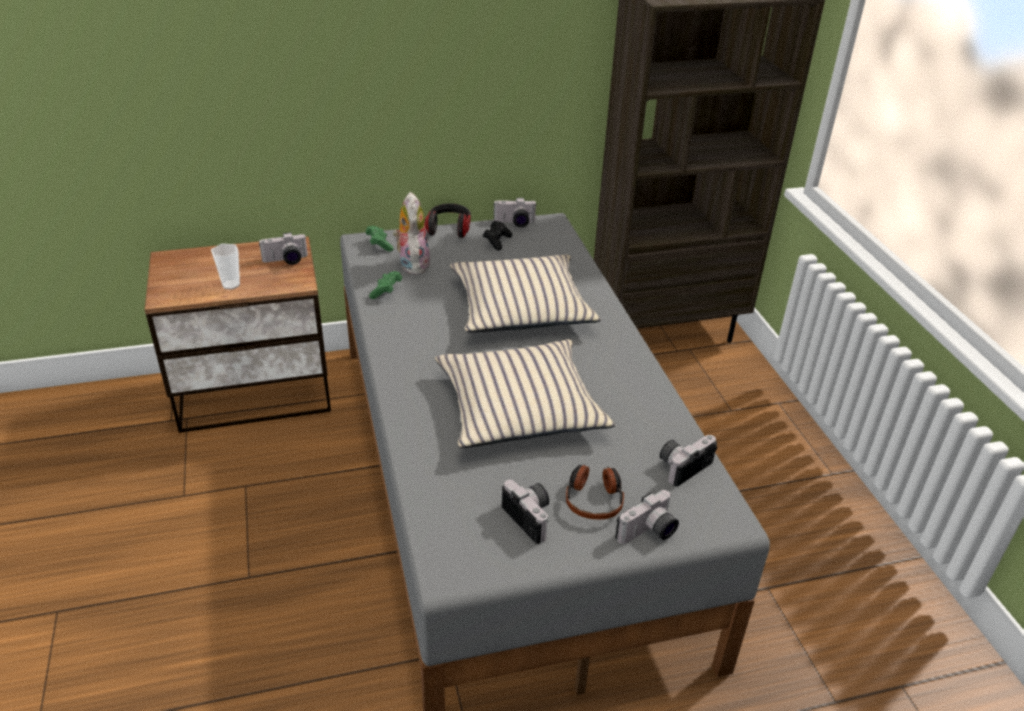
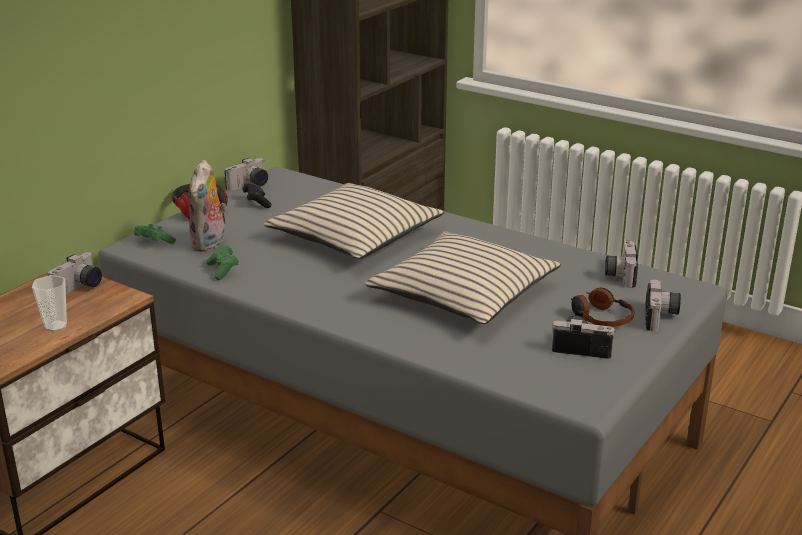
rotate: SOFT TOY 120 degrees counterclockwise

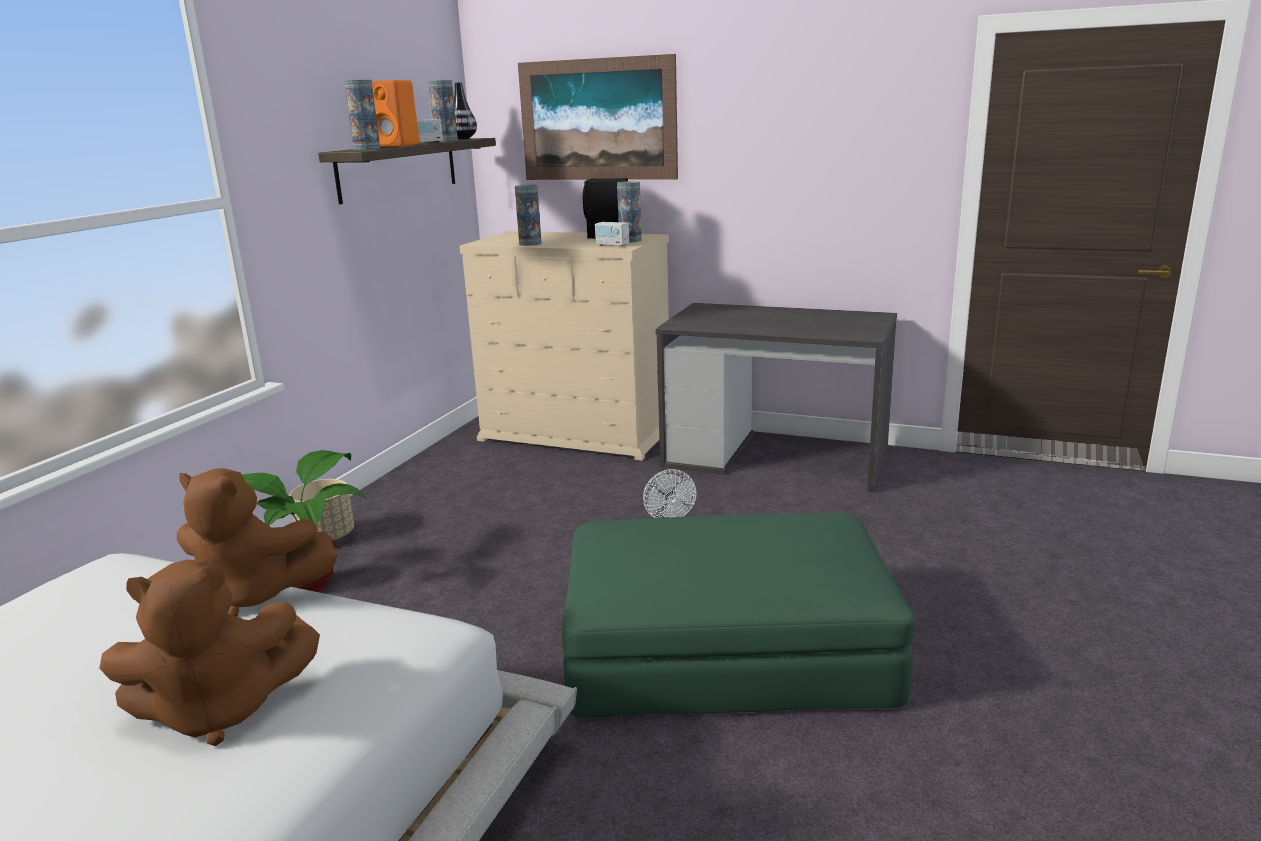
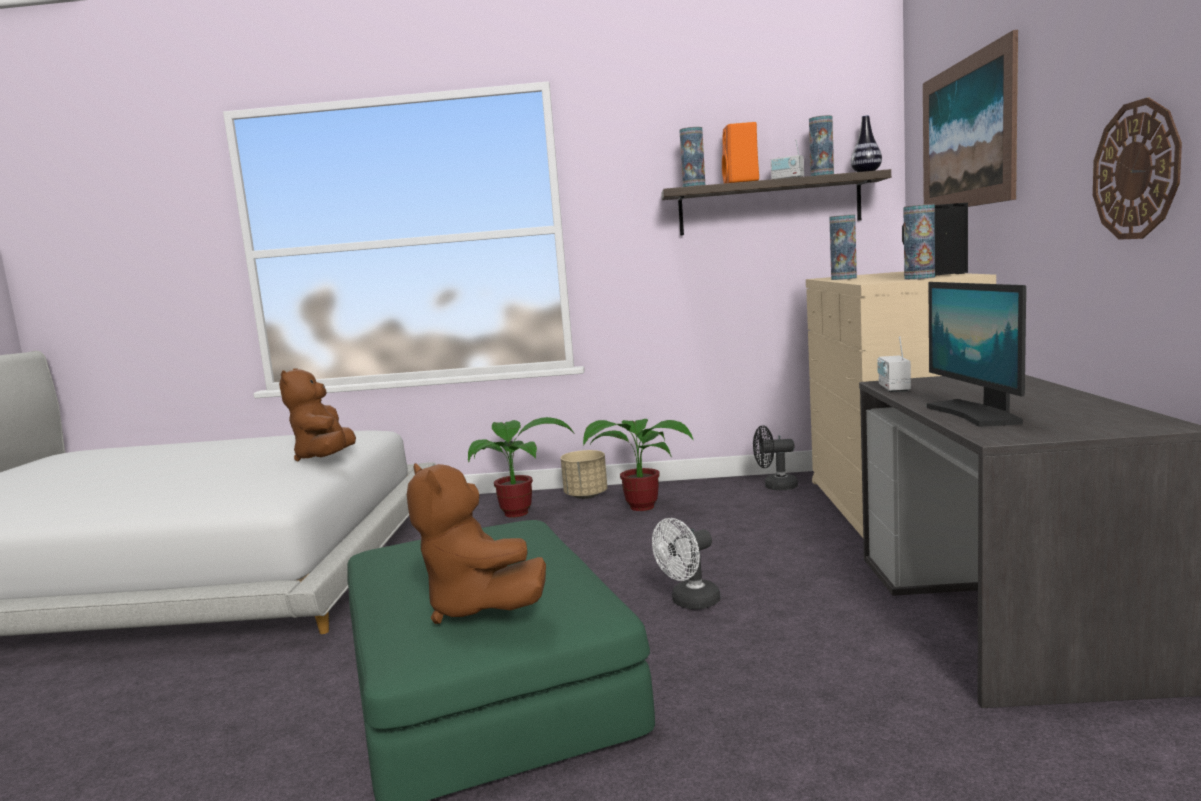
insert: HANGING CLOCK; COMPUTER DISPLAY; PLANT IN A POT (2nd from left); BLACK ELECTRIC FAN
move: RADIO SET (2nd from left); BROWN SOFT TOY (1st from left in the first image) to BROWN SOFT TOY (2nd from left)

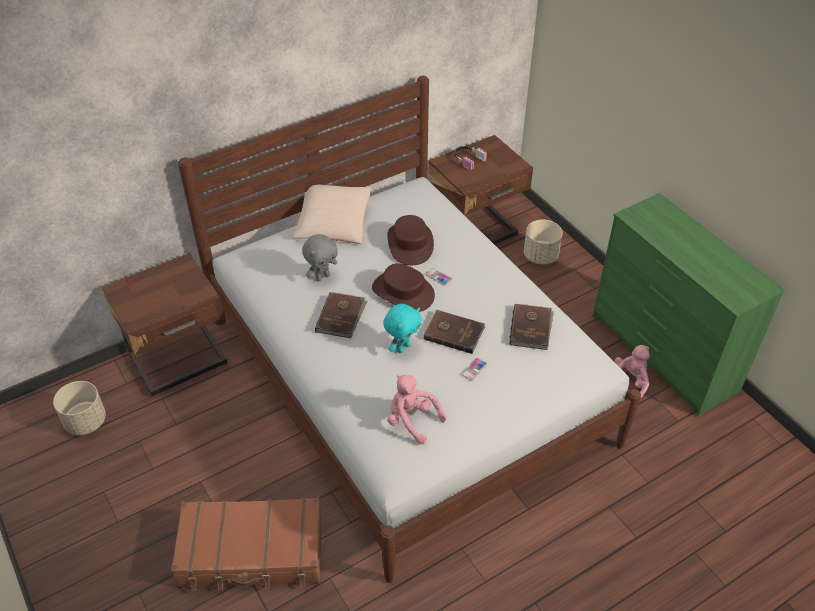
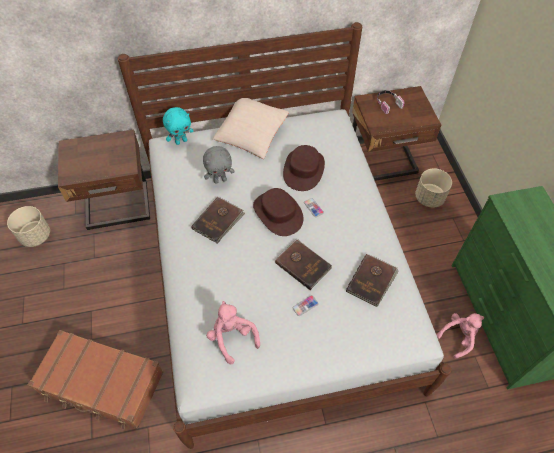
move: BLUE-GREEN SOFT TOY

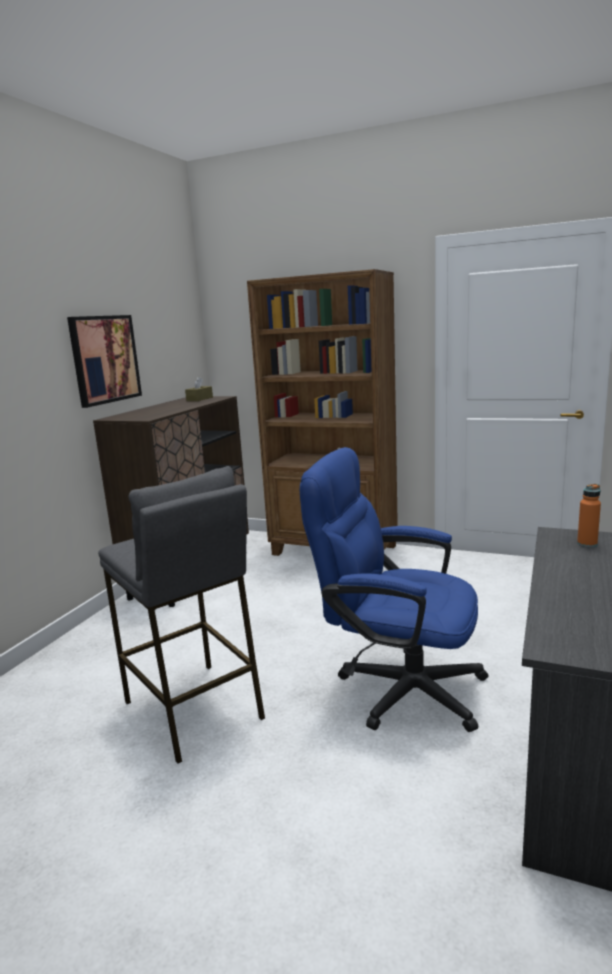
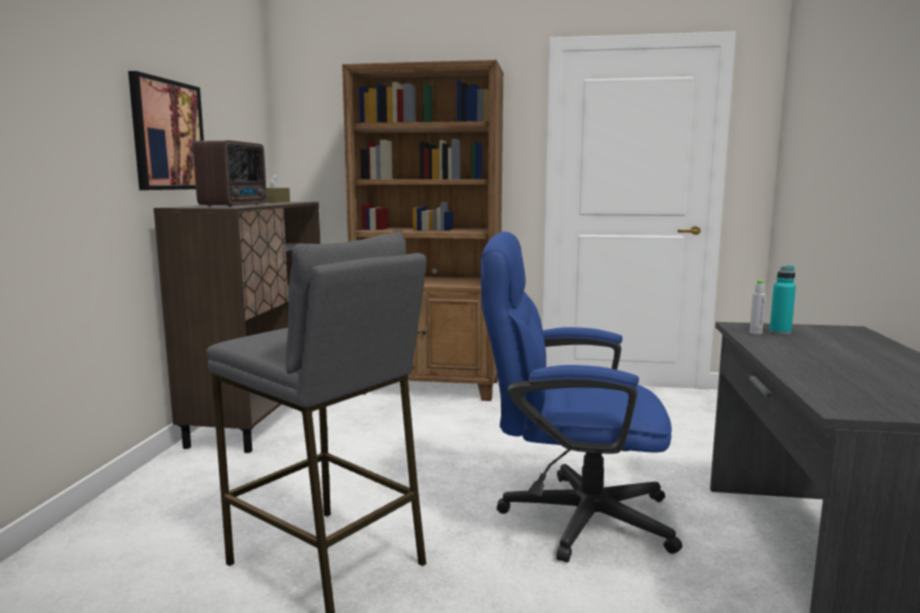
insert: RADIO SET; GREY DRINK BOTTLE
recolor: ORANGE DRINK BOTTLE to BLUE-GREEN DRINK BOTTLE

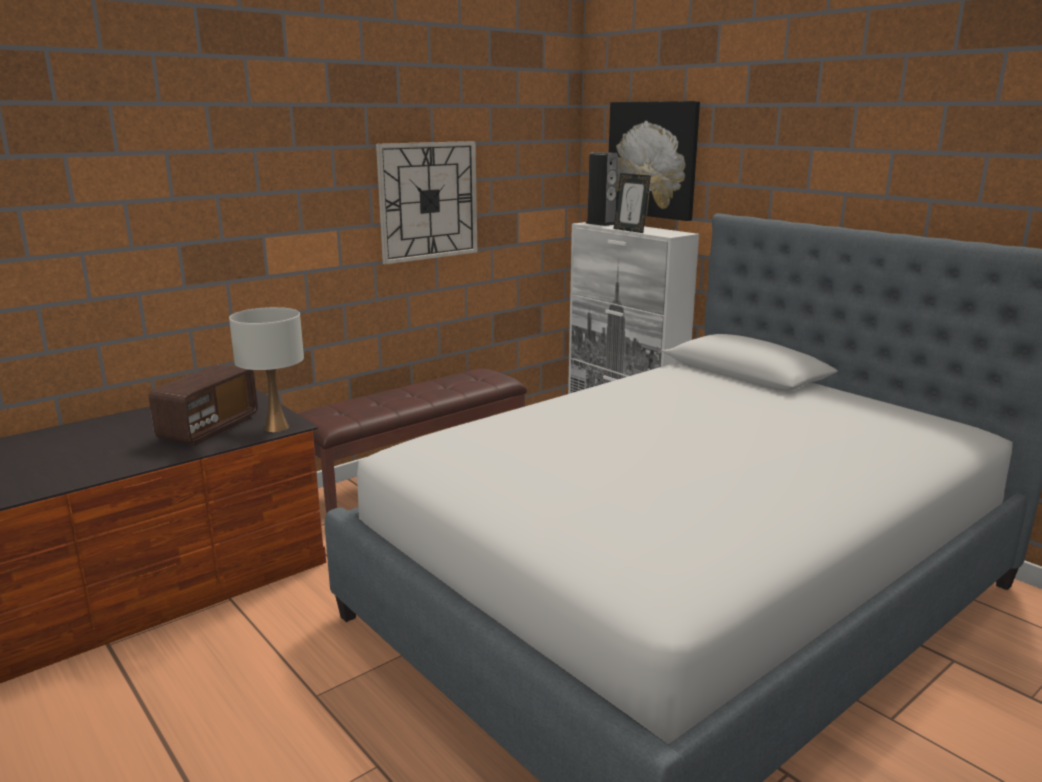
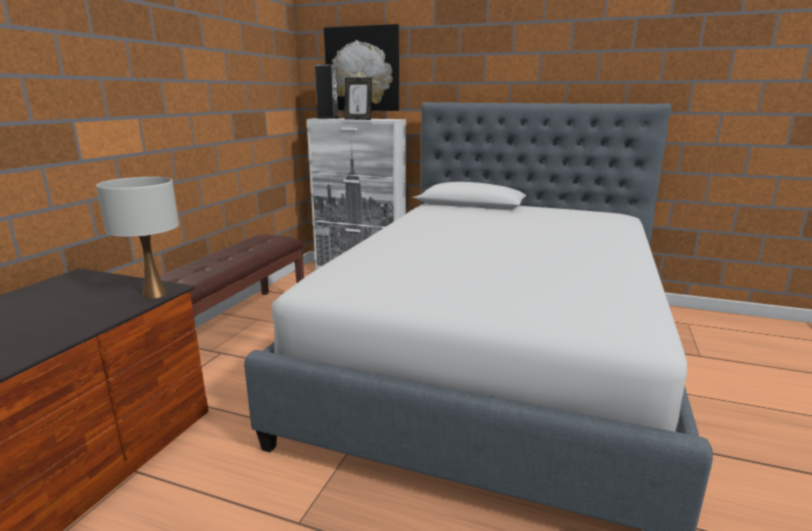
delete: HANGING CLOCK; RADIO SET

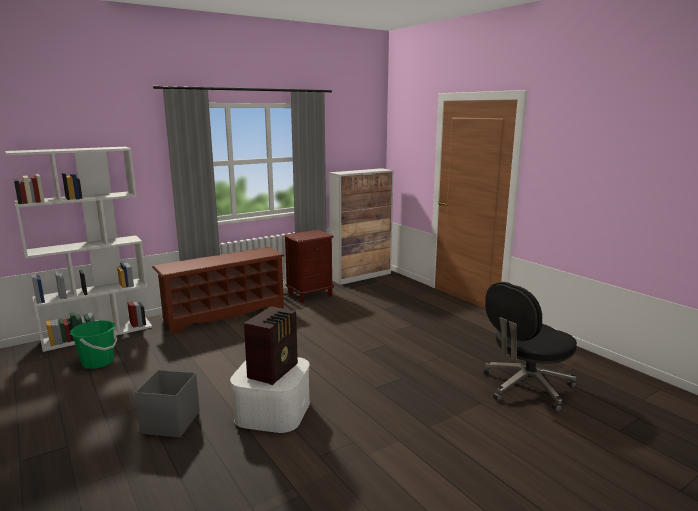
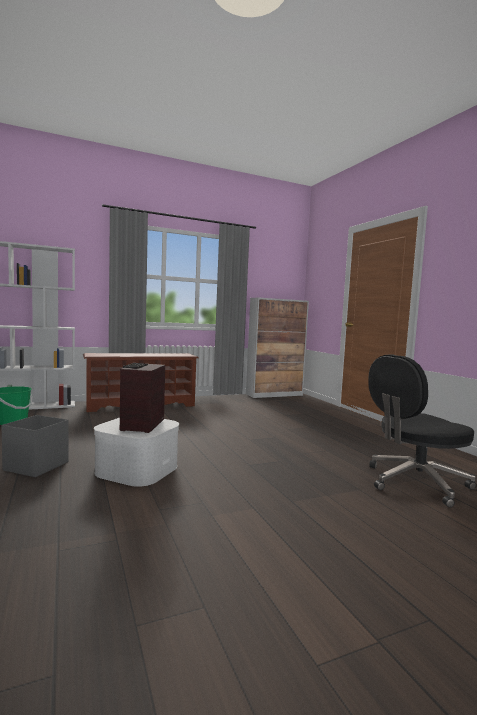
delete: BROWN NIGHT TABLE
rotate: RADIO SET 150 degrees clockwise

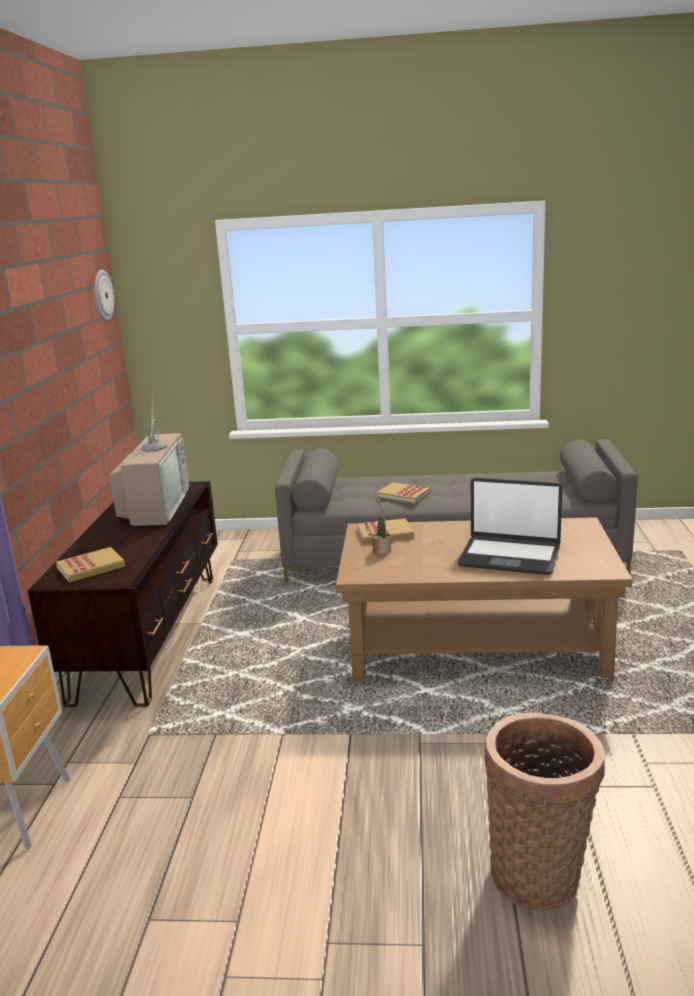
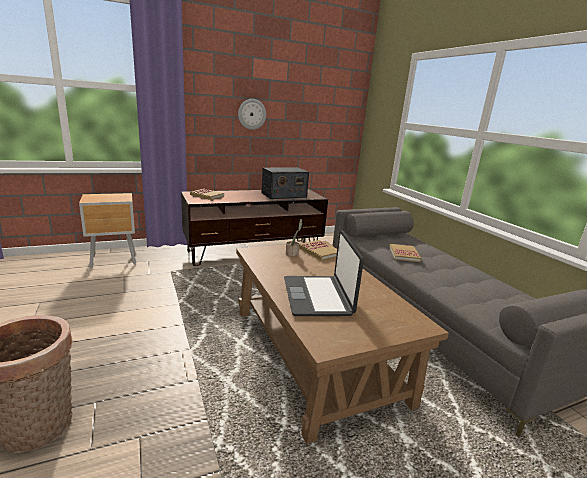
move: HANGING CLOCK
replace: TELEVISION to RADIO SET

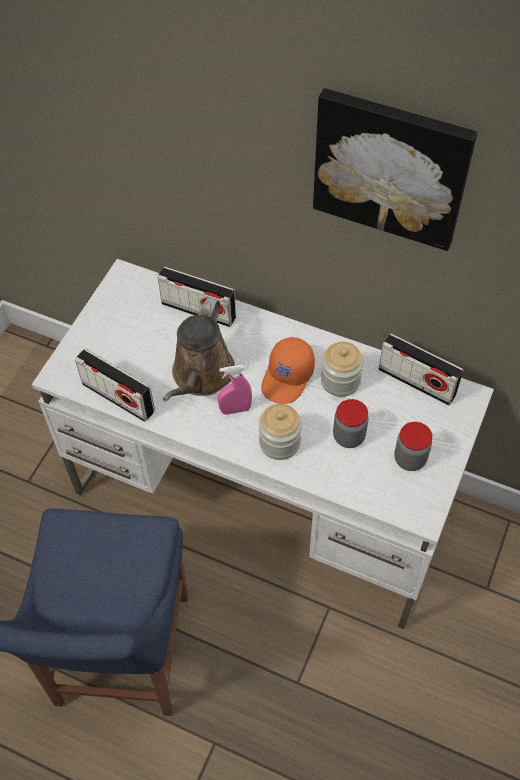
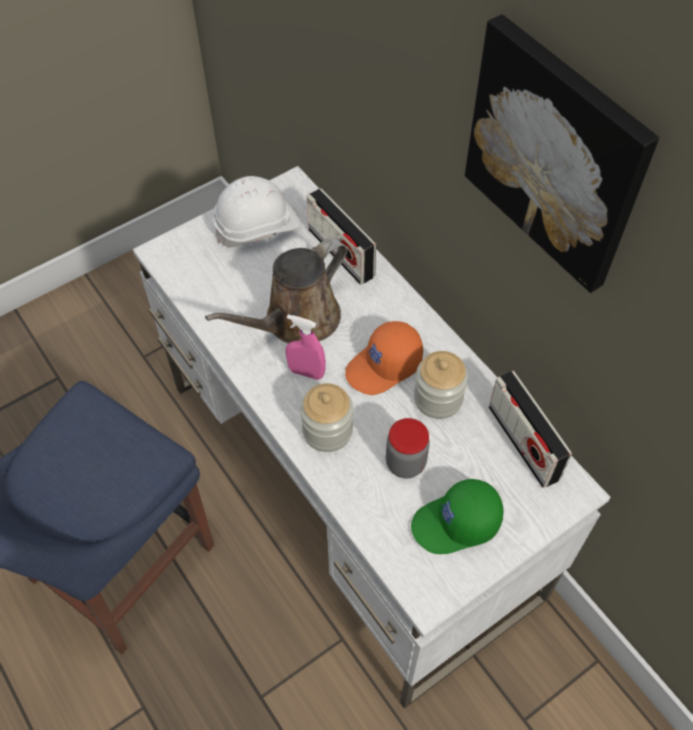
delete: RADIO SET (1st from left)
insert: WHITISH WORK HELMET
replace: STORAGE JAR (4th from left) to GREENISH PEAKED CAP

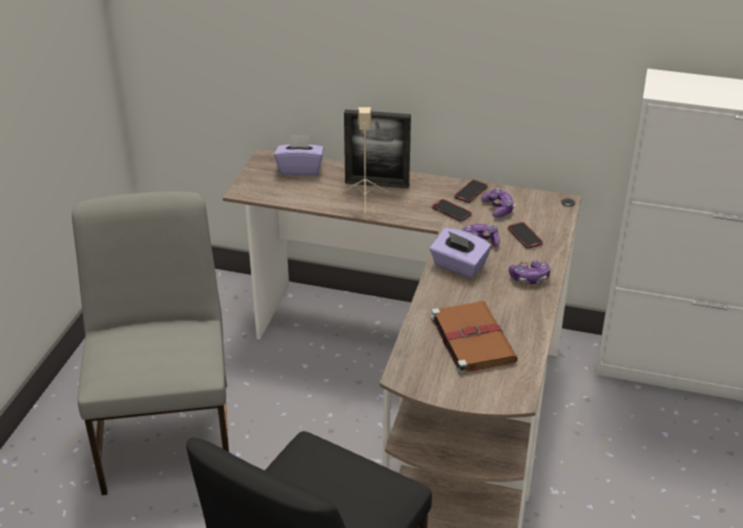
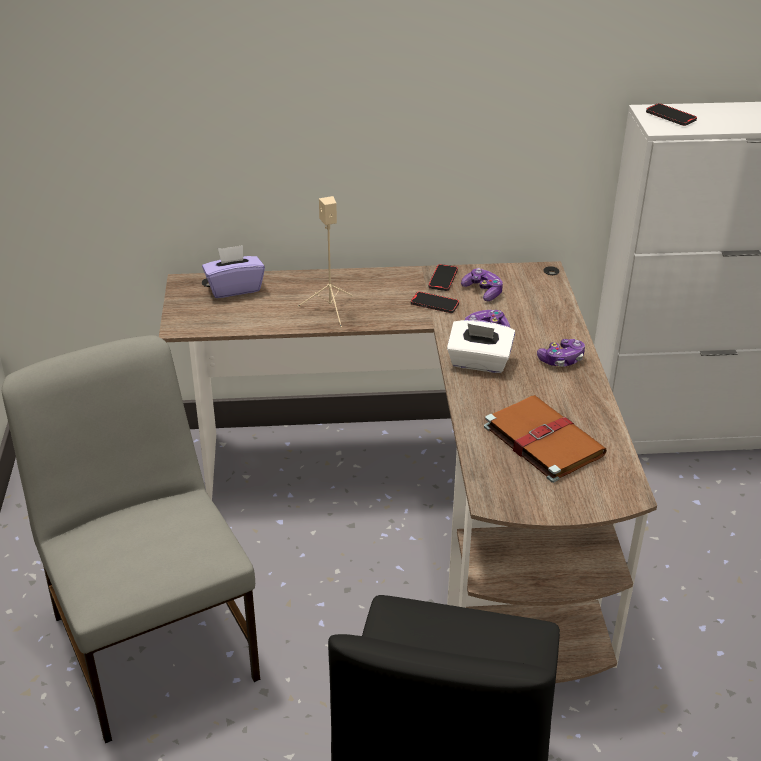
delete: STANDING FRAME
move: HANDSET (3rd from left)
recolor: PURPLE TISSUE HOLDER (2nd from left) to WHITISH TISSUE HOLDER

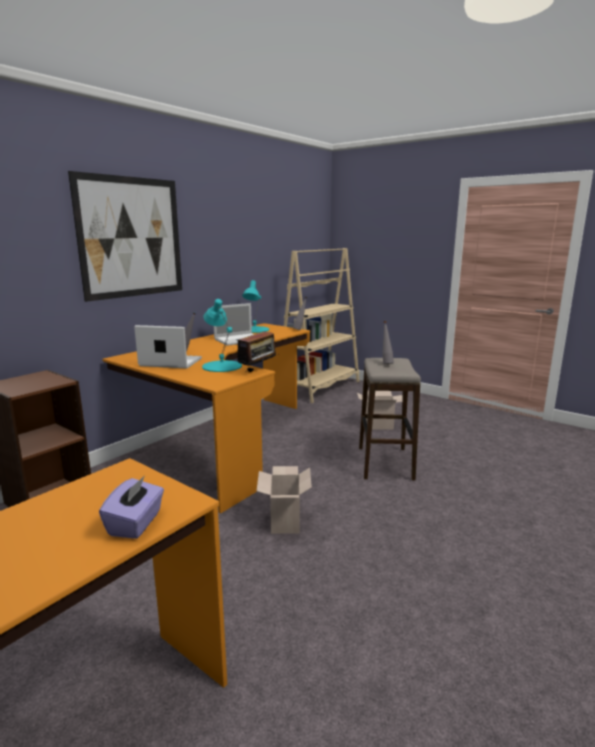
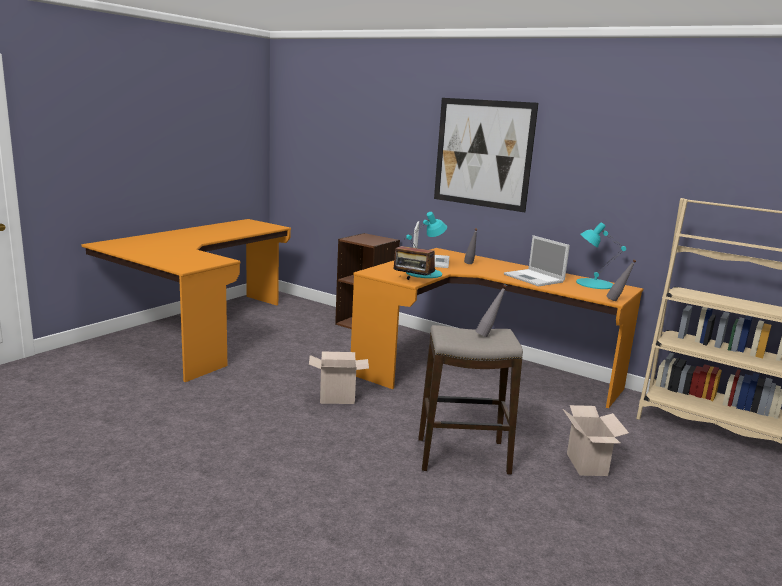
delete: PURPLE TISSUE HOLDER

